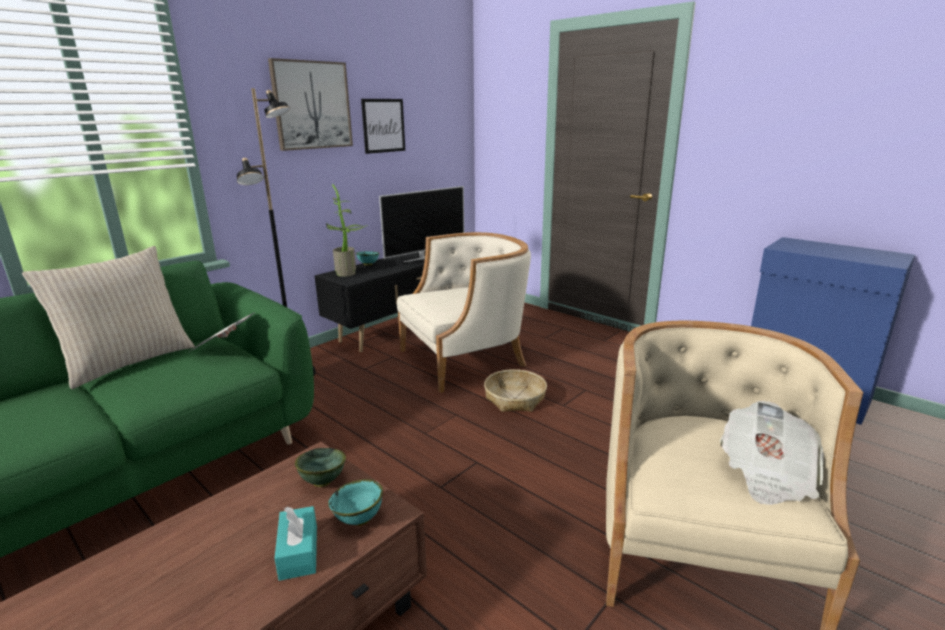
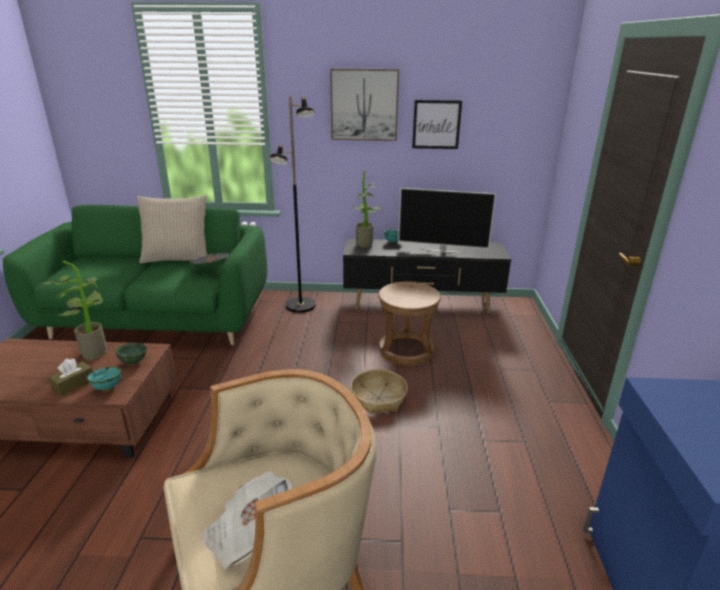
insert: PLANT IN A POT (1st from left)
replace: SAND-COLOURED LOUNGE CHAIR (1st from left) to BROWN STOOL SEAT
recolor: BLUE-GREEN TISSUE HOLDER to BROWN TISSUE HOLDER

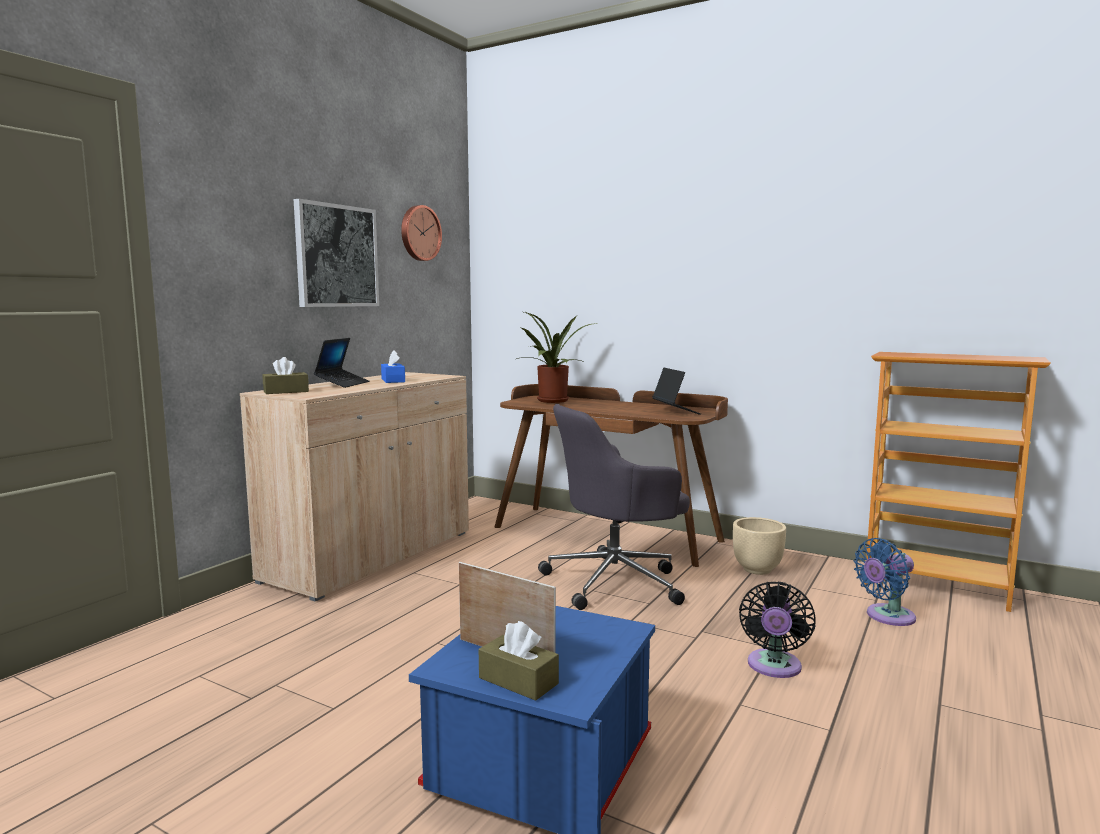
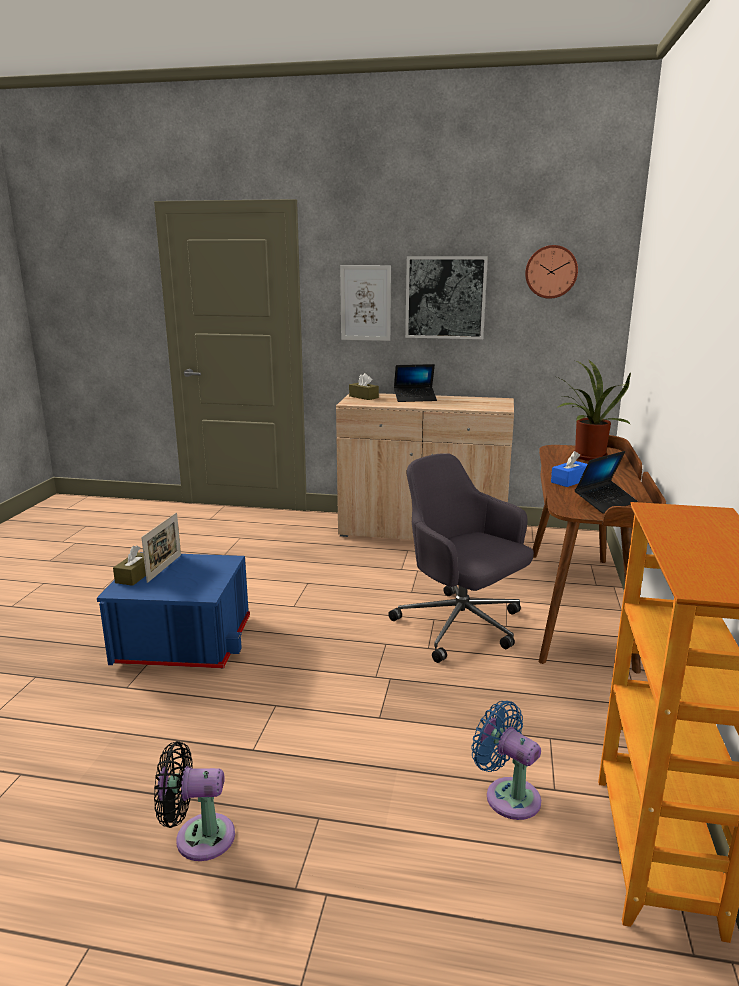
delete: SAND-COLOURED PLANT POT
insert: PICTURE (1st from left)
move: BLUE TISSUE HOLDER; BLACK ELECTRIC FAN

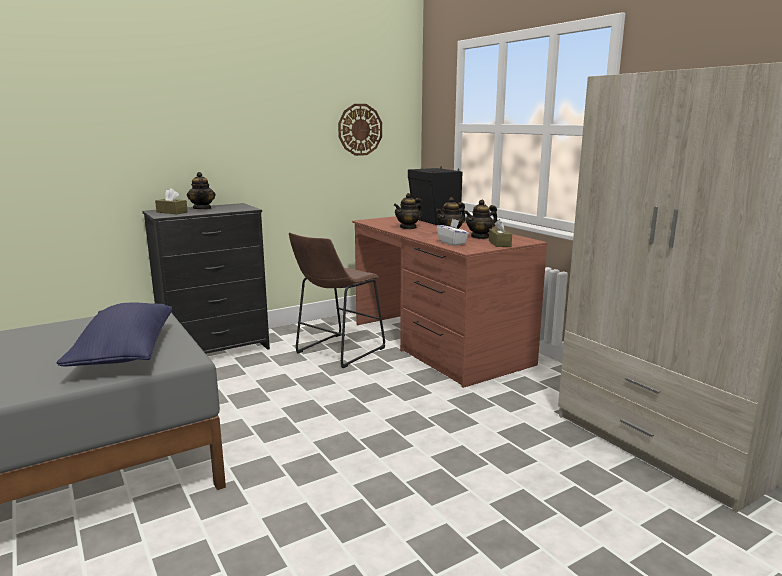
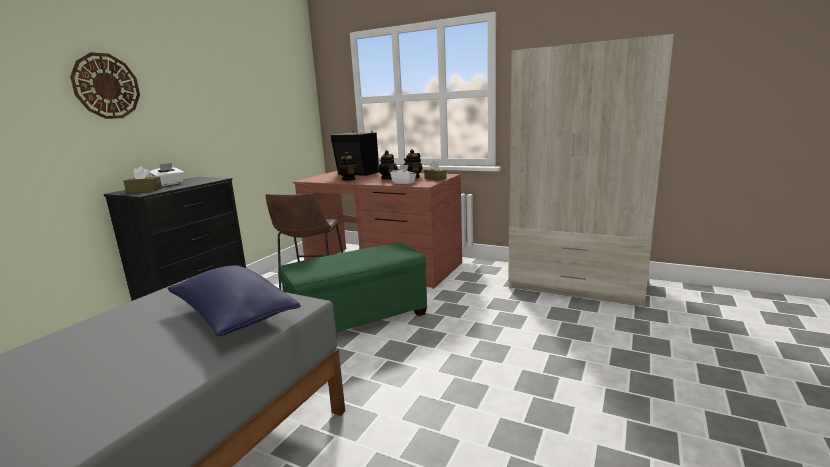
insert: GREENISH POUFFE
move: HANGING CLOCK
replace: TEA POT (1st from left) to WHITISH TISSUE HOLDER (1st from left)

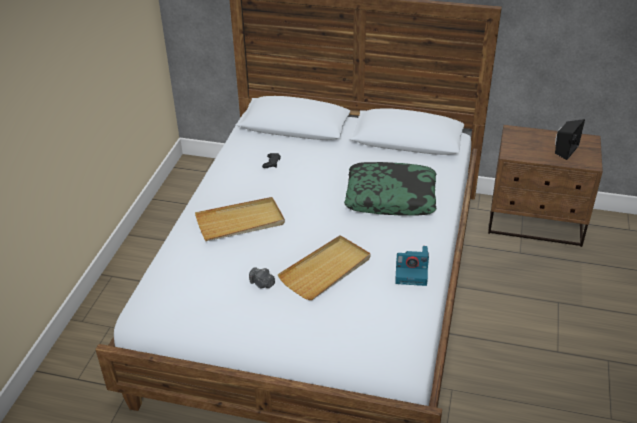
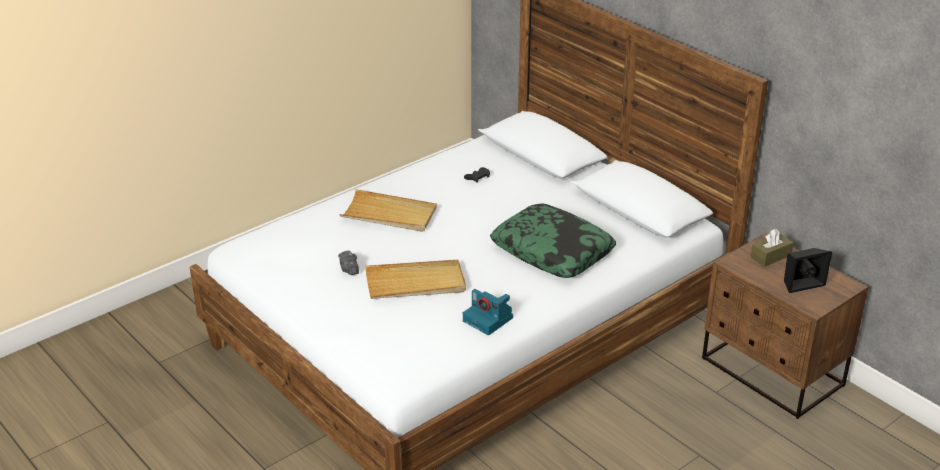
insert: BROWN TISSUE HOLDER

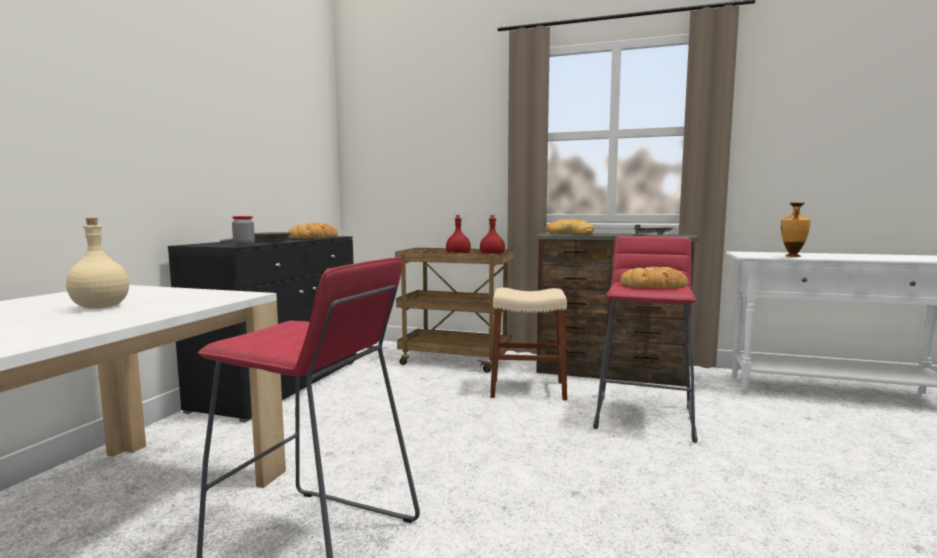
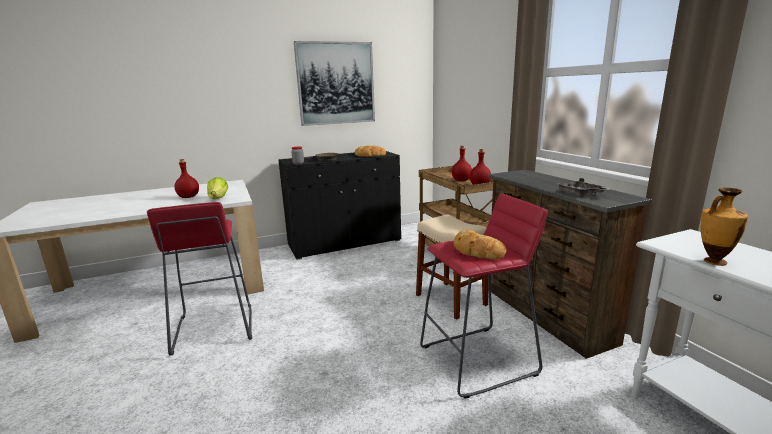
delete: BREAD (2nd from left)
insert: PICTURE; HEAD OF LETTUCE
recolor: SAND-COLOURED DRINK BOTTLE to RED DRINK BOTTLE (1st from left)

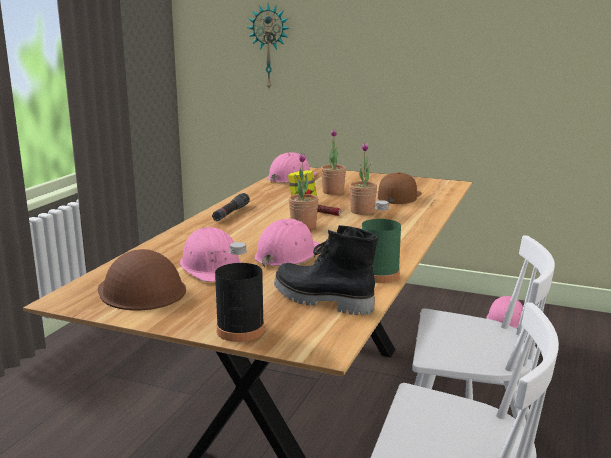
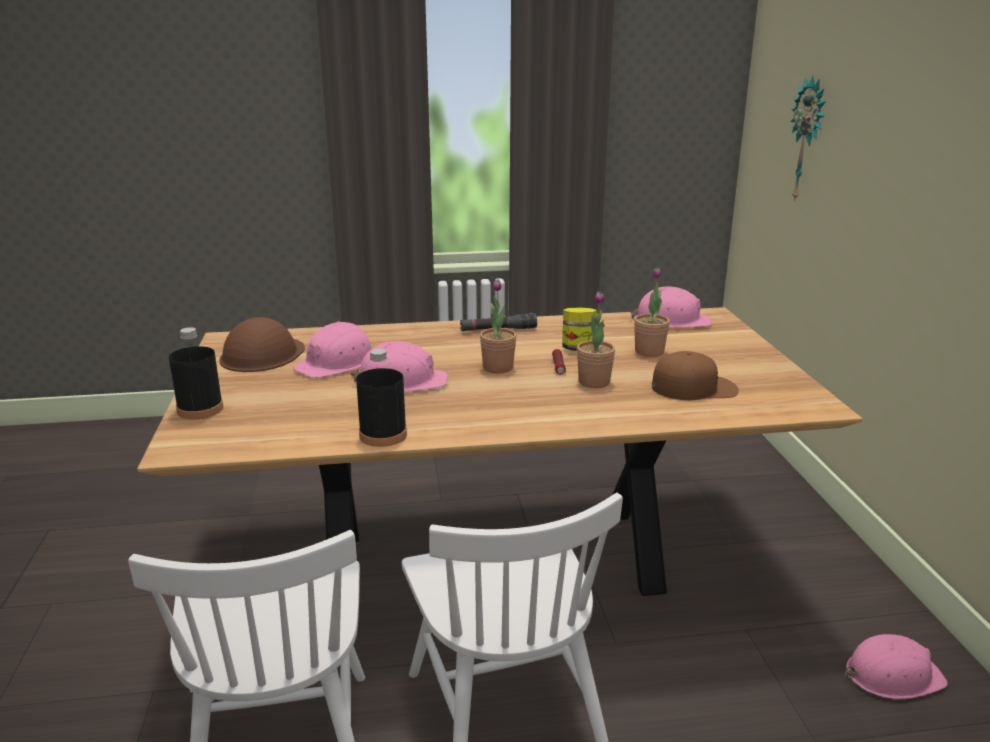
delete: BLACK TALL BOOT
recolor: GREENISH DRINK BOTTLE to BLACK DRINK BOTTLE (2nd from left)

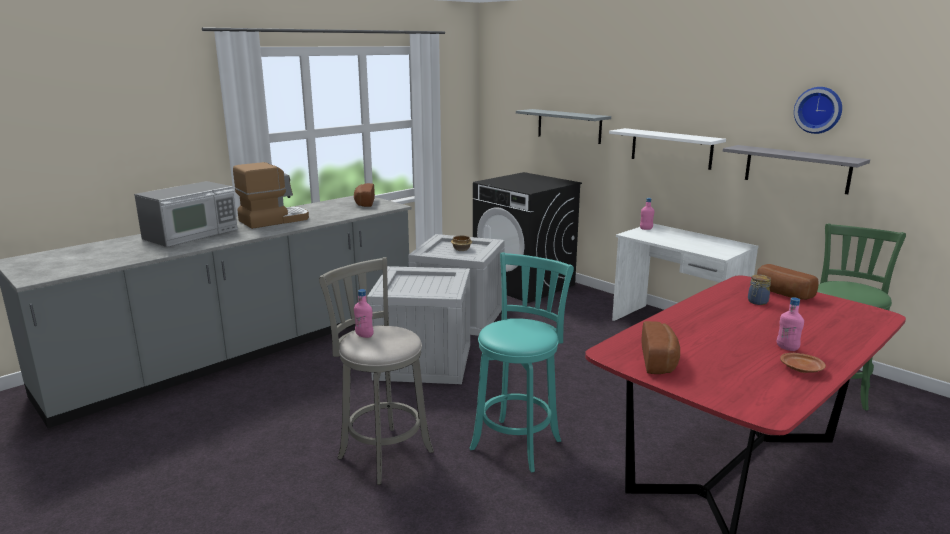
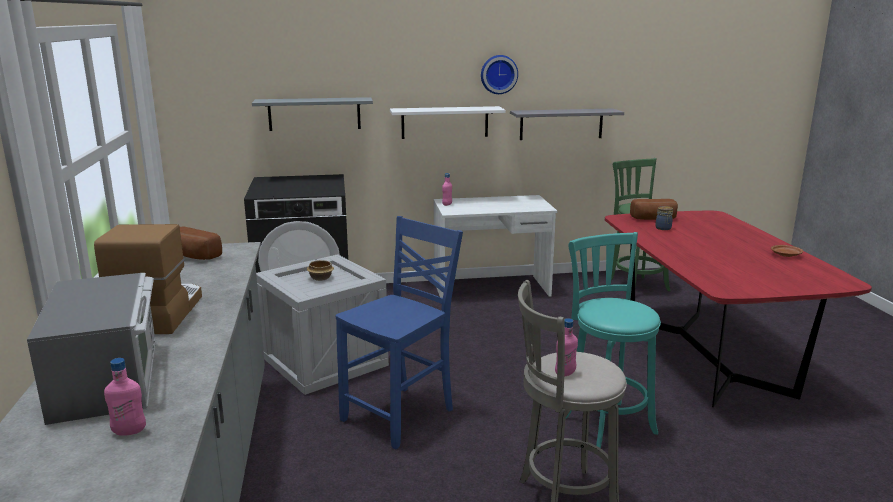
delete: BREAD (2nd from left)
move: HANGING CLOCK; PINK DRINK BOTTLE (3rd from left in the first image) to PINK DRINK BOTTLE (1st from left)
replace: PACKING CRATE (1st from left) to BLUE CHAIR

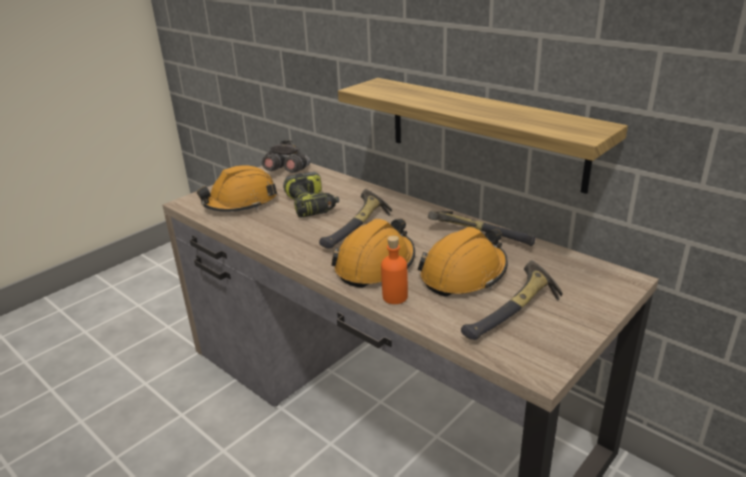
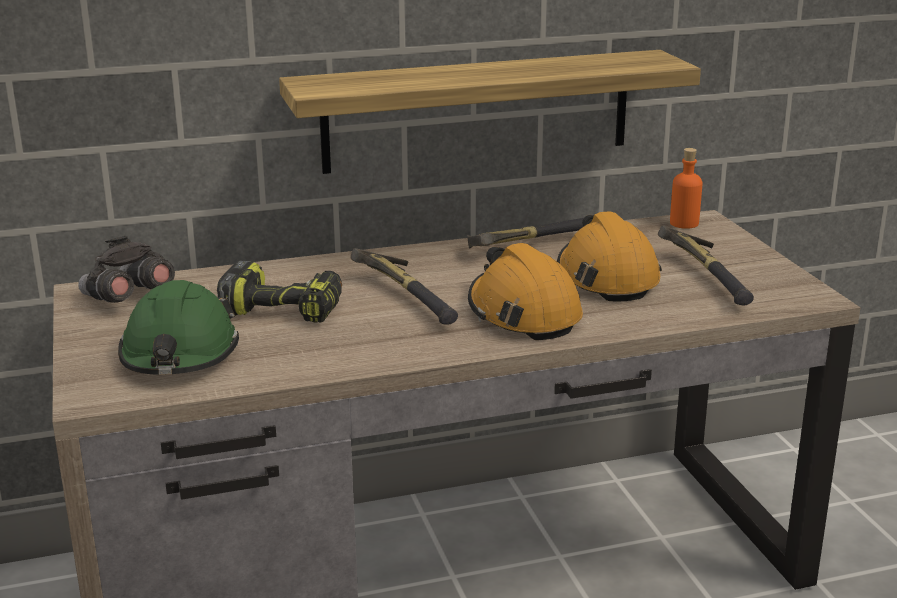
move: ORANGE DRINK BOTTLE
recolor: ORANGE WORK HELMET (1st from left) to GREENISH WORK HELMET

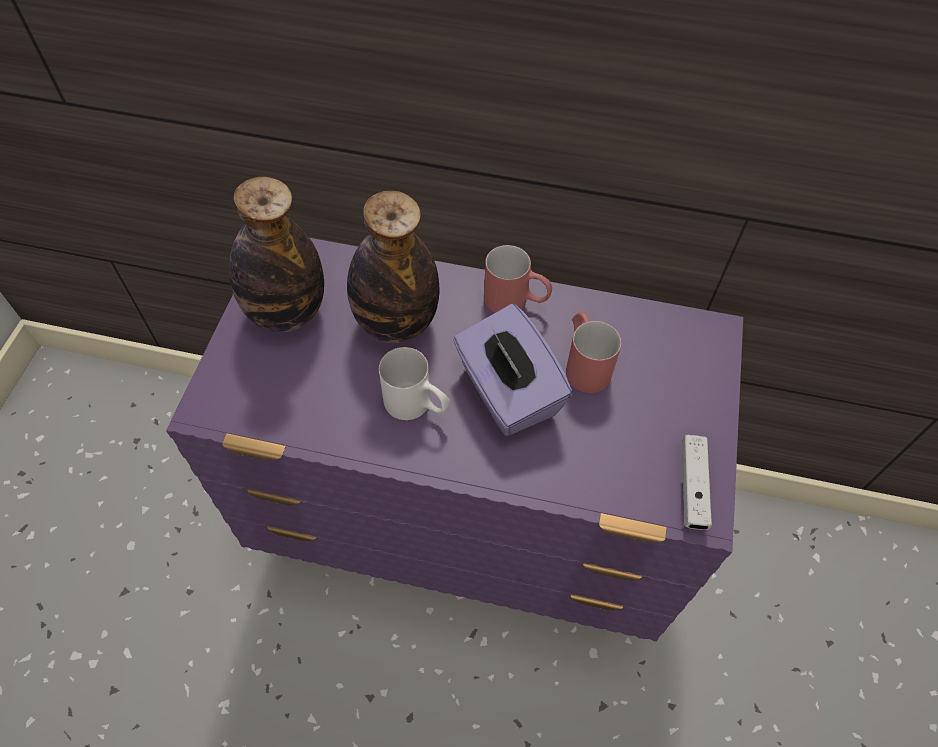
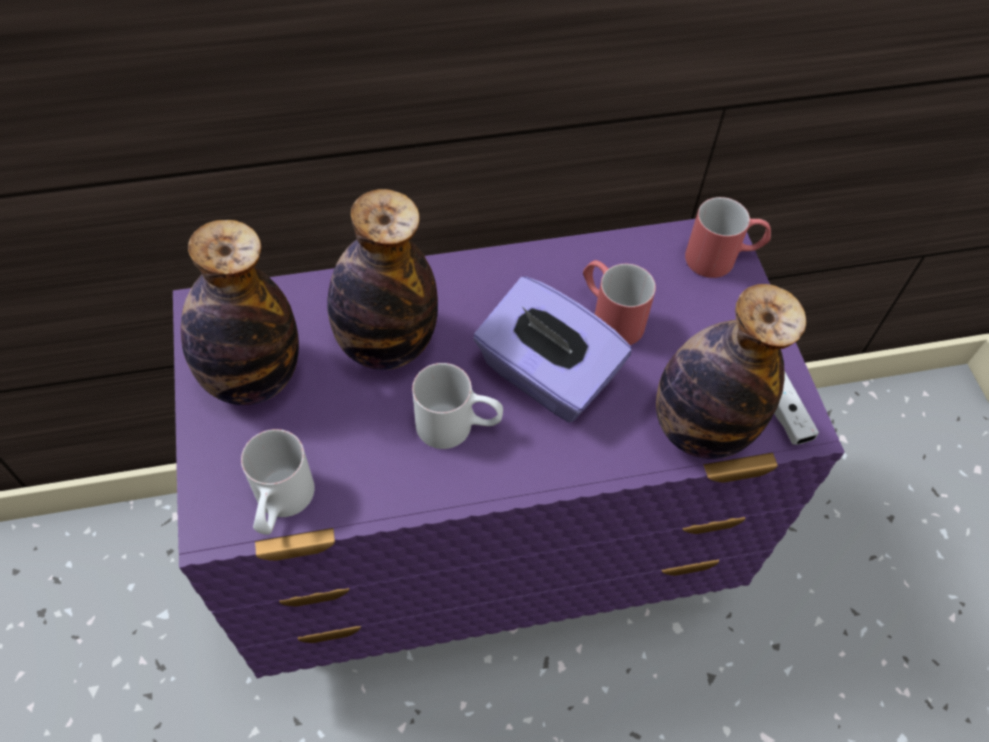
insert: DRINK BOTTLE (3rd from left); WHITISH TEA MUG (1st from left)
move: RED TEA MUG (1st from left in the first image) to RED TEA MUG (2nd from left)

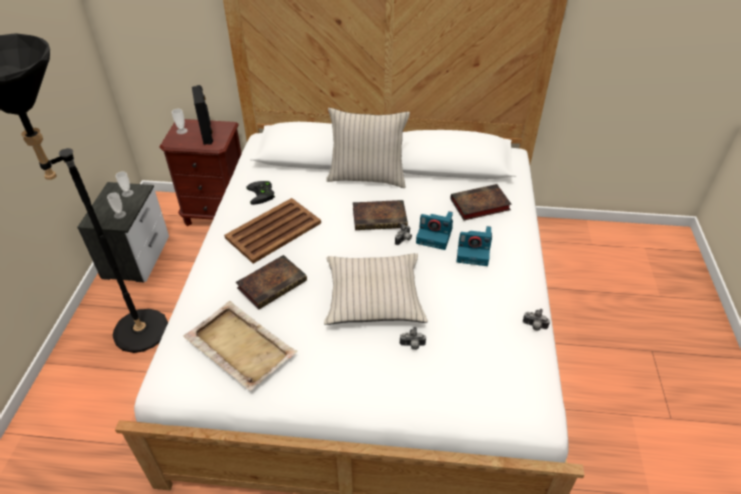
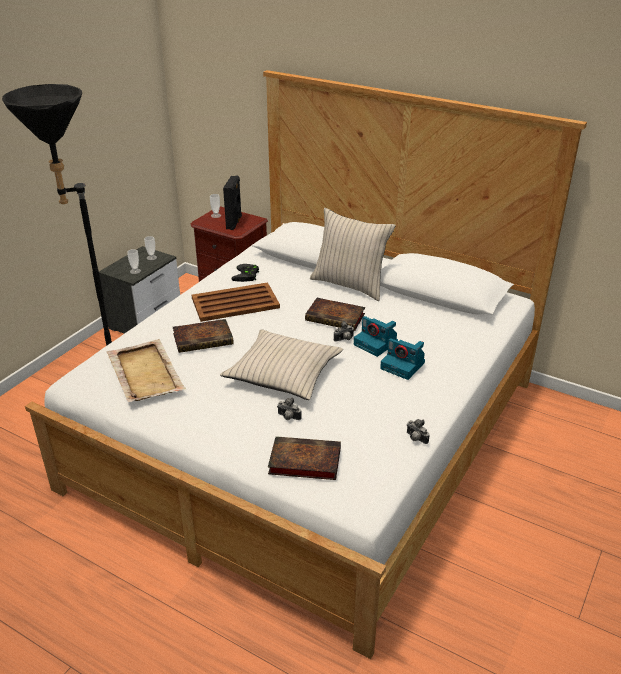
move: BOOK (3rd from left in the first image) to BOOK (2nd from left)

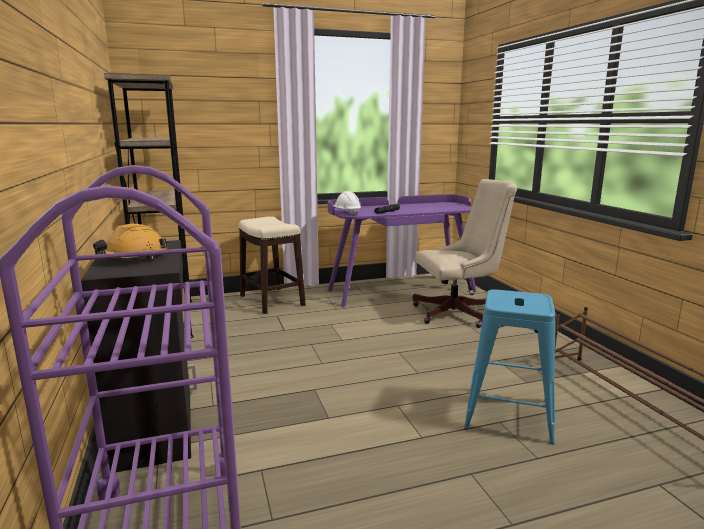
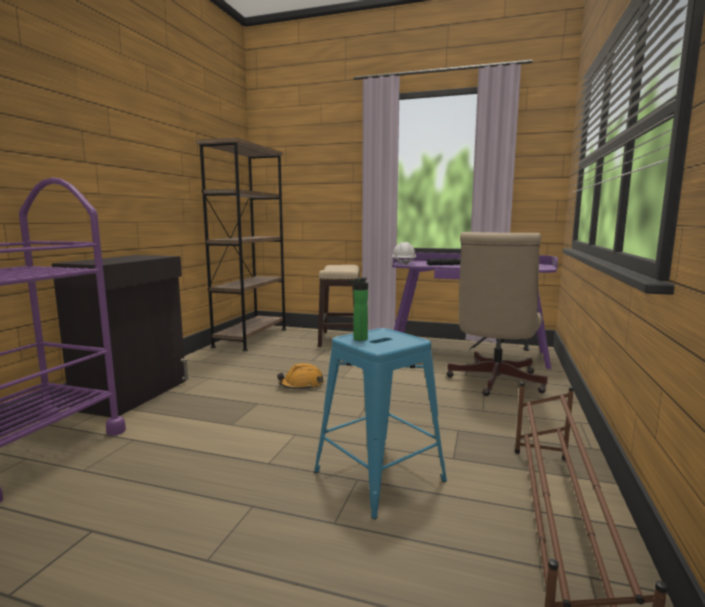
insert: DRINK BOTTLE
move: ORANGE WORK HELMET
rotate: SAND-COLOURED OFFICE CHAIR 90 degrees clockwise

